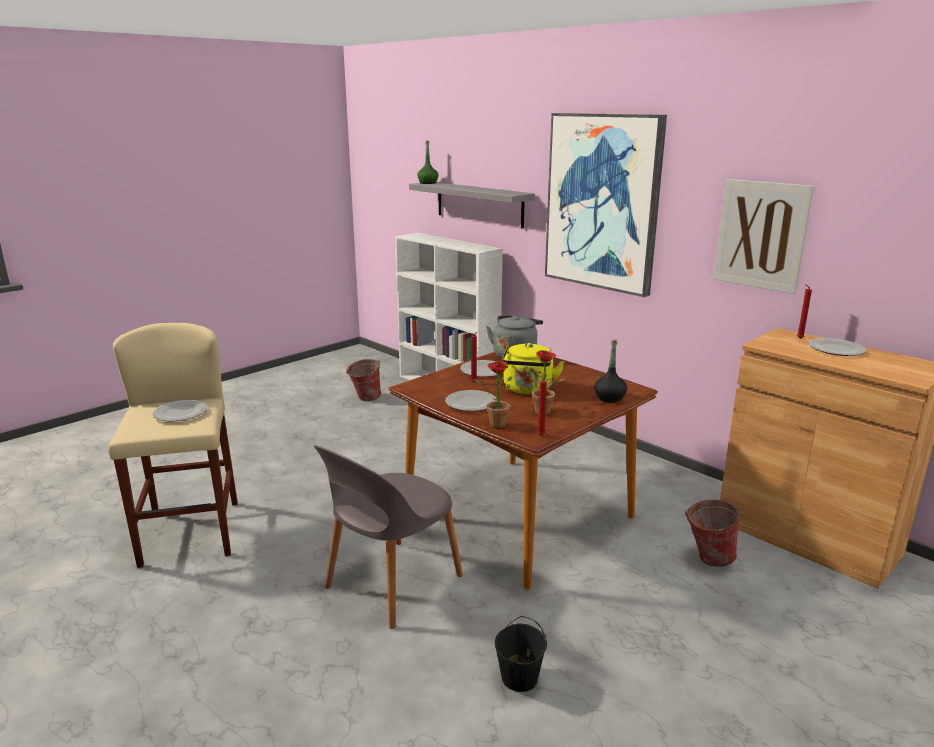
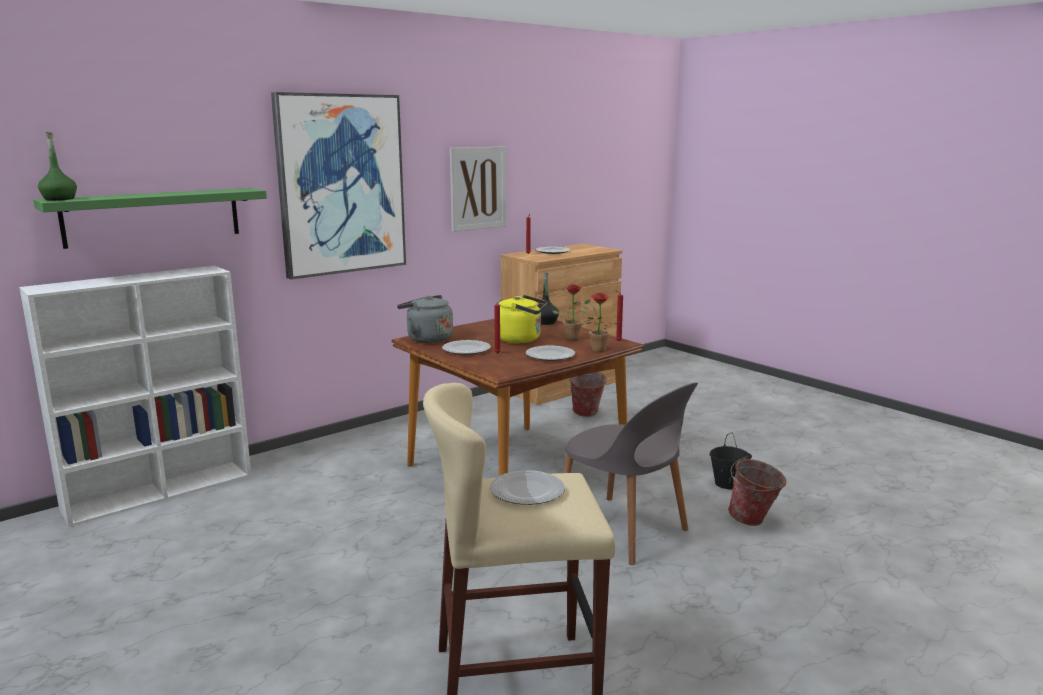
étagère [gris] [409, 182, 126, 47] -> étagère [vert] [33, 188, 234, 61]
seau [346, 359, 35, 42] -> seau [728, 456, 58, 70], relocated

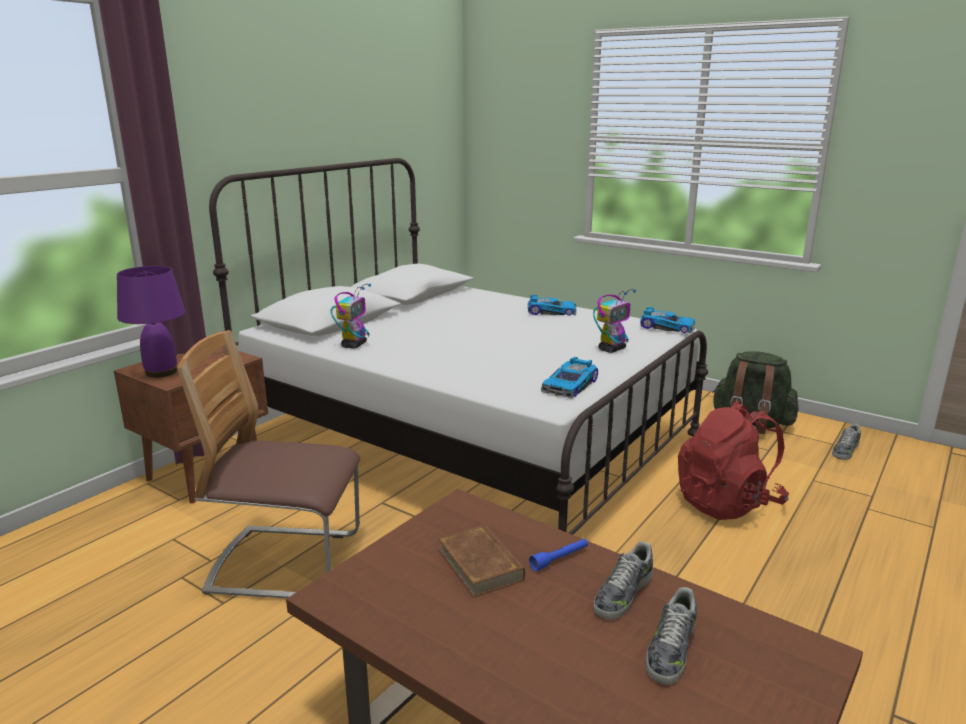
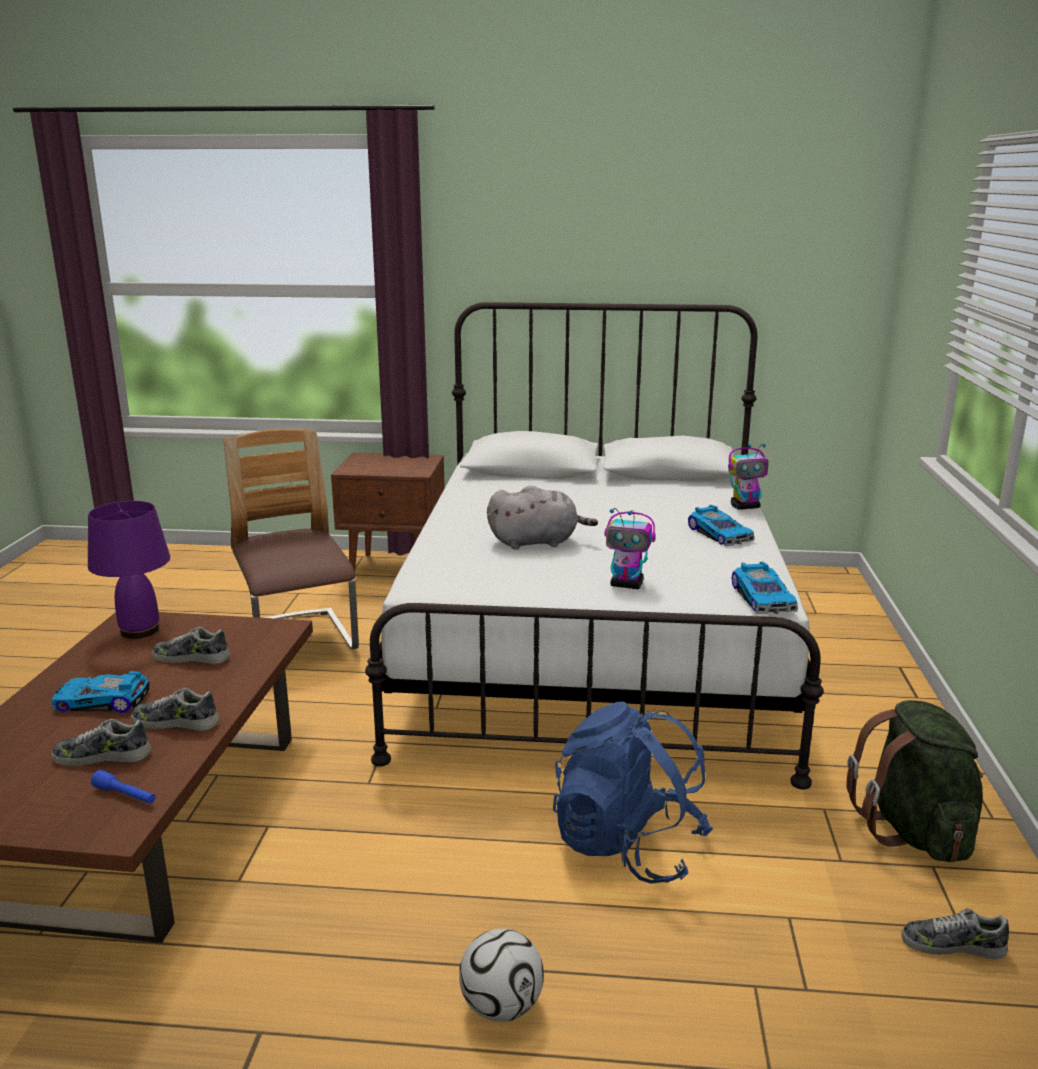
petite voiture [541, 357, 57, 42] -> petite voiture [51, 671, 98, 42], relocated
lampe de table [violet] [117, 266, 68, 112] -> lampe de table [violet] [88, 501, 82, 138], relocated
lampe de poche [bleu] [529, 539, 59, 32] -> lampe de poche [bleu] [91, 770, 64, 34], relocated
livre [marron] [438, 525, 87, 73] -> chaussure [152, 627, 78, 37]
none -> ballon de foot [459, 929, 85, 93]
none -> peluche [gris] [487, 486, 111, 63]
sac à dos [rouge] [678, 401, 111, 119] -> sac à dos [bleu] [553, 701, 160, 183]
robot jouet [331, 284, 40, 64] -> robot jouet [728, 444, 40, 66], relocated

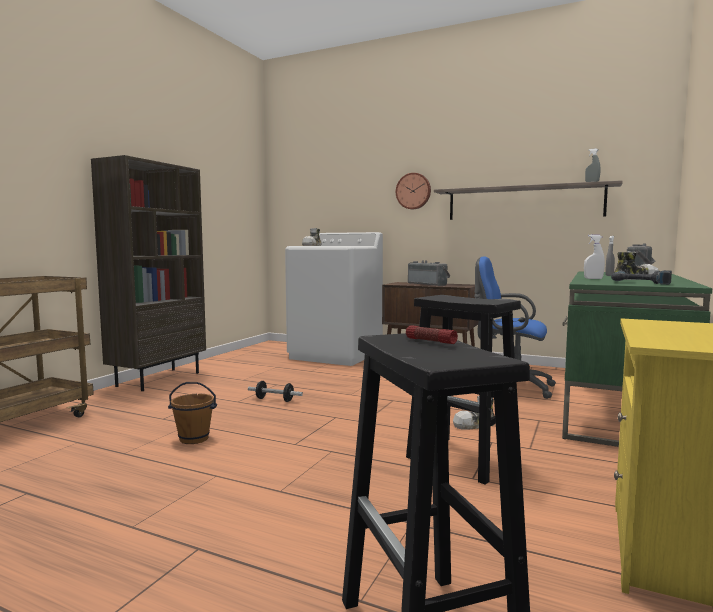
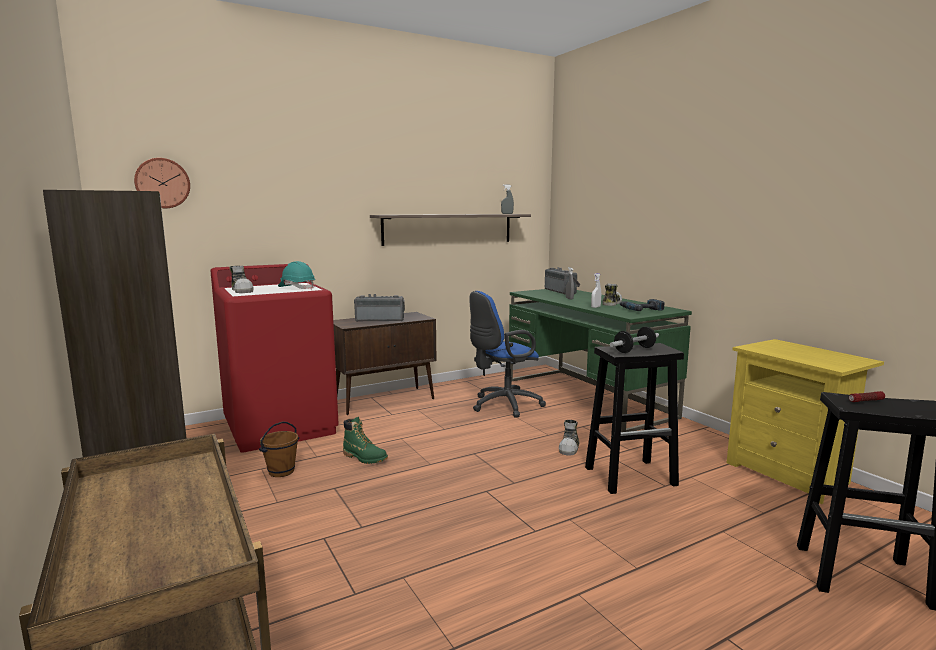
horloge murale [396, 173, 35, 36] -> horloge murale [134, 158, 56, 50], relocated
lave-linge [blanc] [285, 232, 98, 134] -> lave-linge [rouge] [210, 264, 129, 189]
seau [marron] [168, 382, 49, 62] -> seau [marron] [259, 421, 40, 56], relocated
none -> casque de chantier [turquoise] [278, 261, 37, 28]
none -> botte [vert] [343, 417, 45, 47]
haltère [248, 381, 55, 21] -> haltère [610, 327, 49, 26], relocated

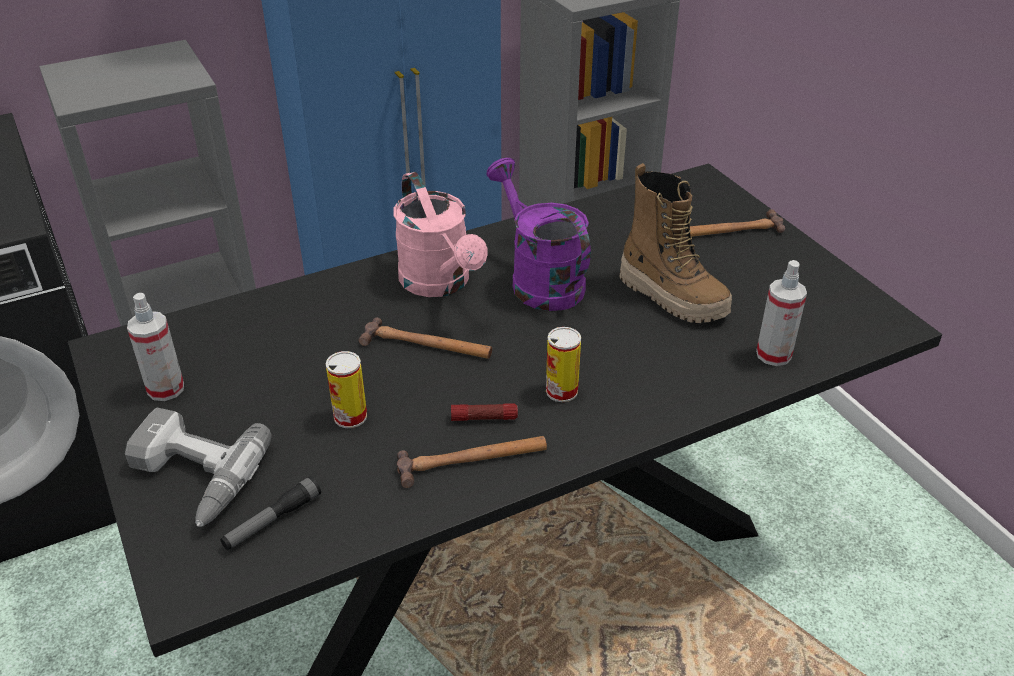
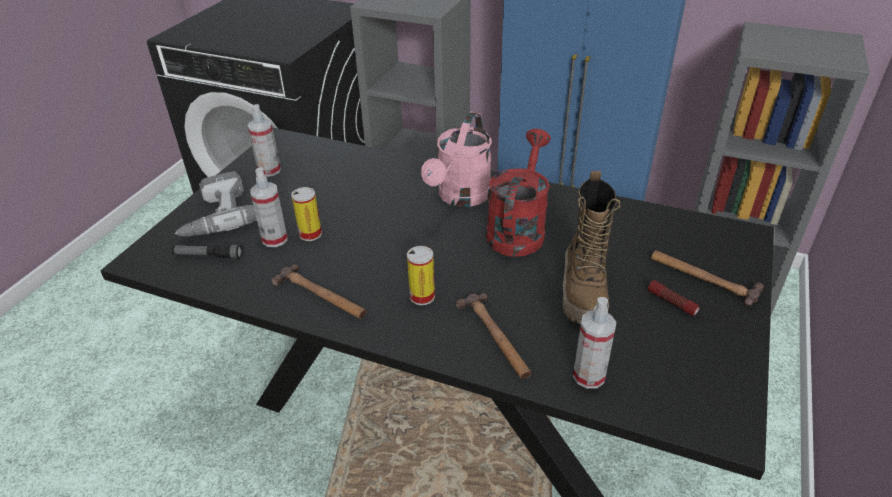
none -> vaporisateur [250, 167, 38, 80]
marteau [358, 318, 134, 41] -> marteau [456, 293, 75, 86], relocated
arrosoir [violet] [487, 158, 104, 153] -> arrosoir [rouge] [486, 129, 65, 128]
lampe de poche [451, 403, 67, 18] -> lampe de poche [648, 280, 51, 36], relocated

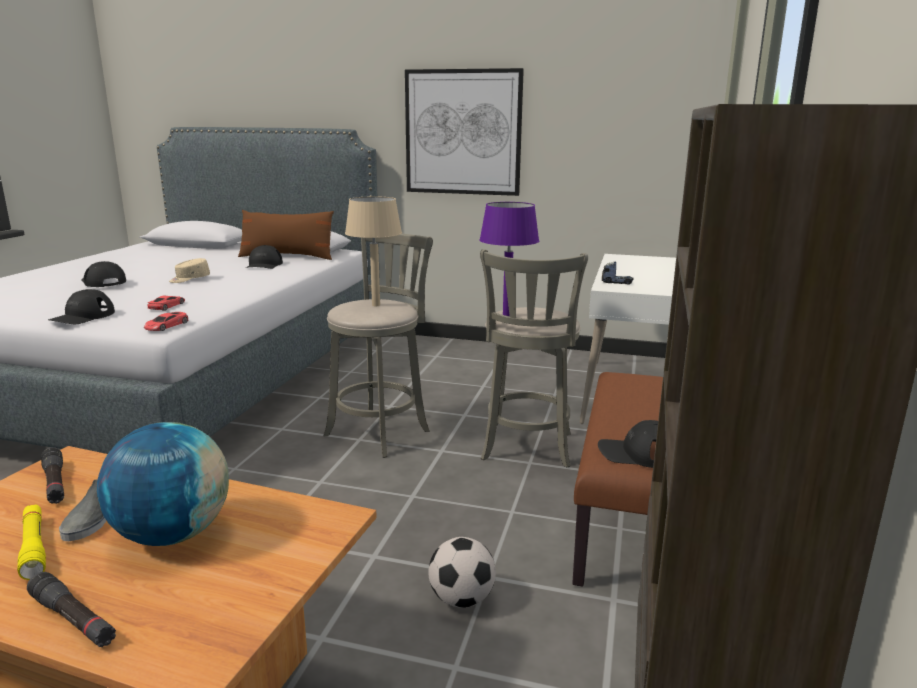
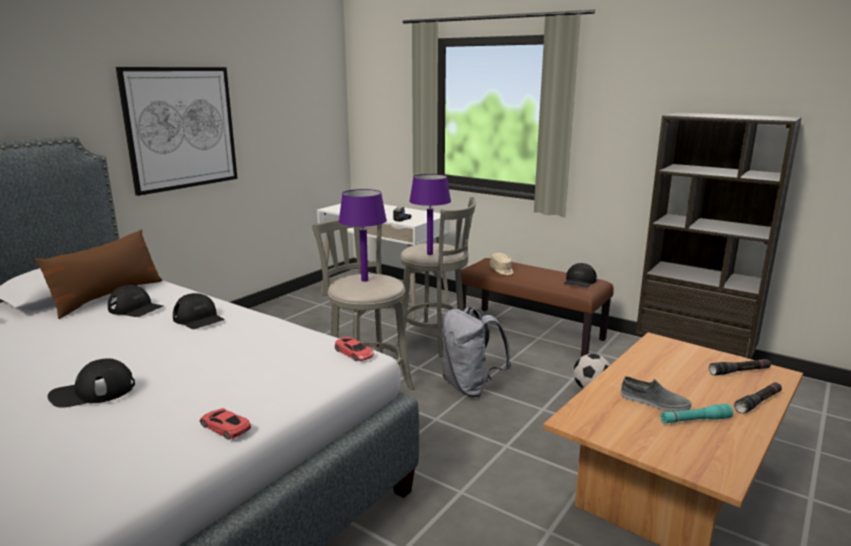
casquette [noir] [48, 289, 67, 35] -> casquette [noir] [173, 293, 52, 36], relocated
petite voiture [rouge] [147, 296, 38, 15] -> petite voiture [rouge] [200, 408, 51, 32], relocated
lampe de table [beige] [345, 196, 57, 110] -> lampe de table [violet] [339, 189, 48, 93]
none -> sac à dos [gris] [441, 307, 70, 90]
casquette [beige] [169, 258, 41, 25] -> casquette [beige] [490, 253, 23, 22], relocated
lampe de poche [jaune] [17, 504, 29, 76] -> lampe de poche [turquoise] [660, 404, 73, 19]
lampe de poche [noir] [41, 447, 23, 57] -> lampe de poche [noir] [709, 359, 62, 16], relocated
globe [97, 422, 132, 124] -> none

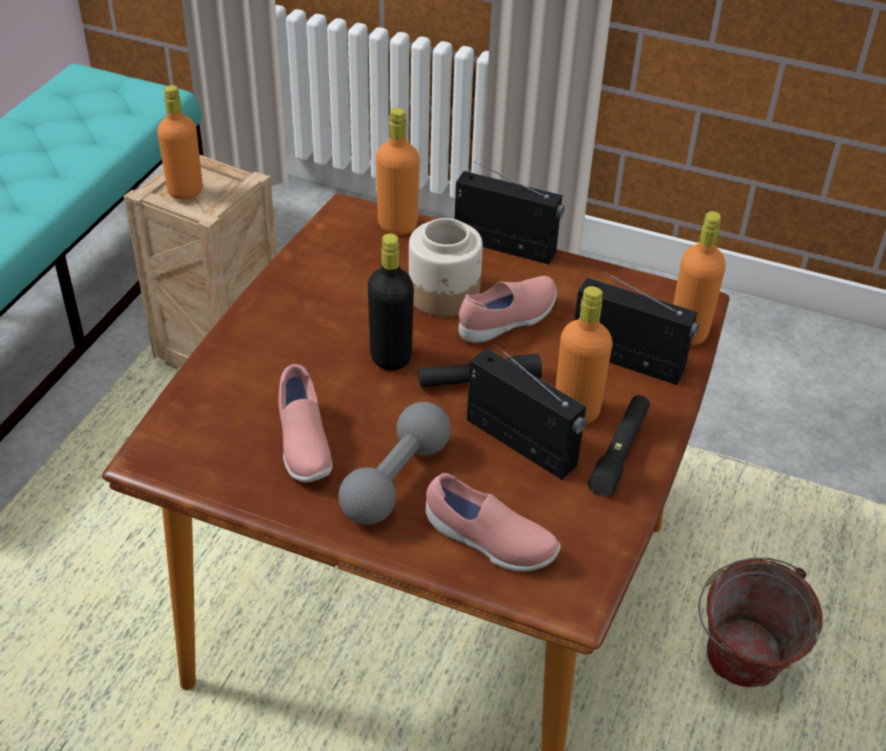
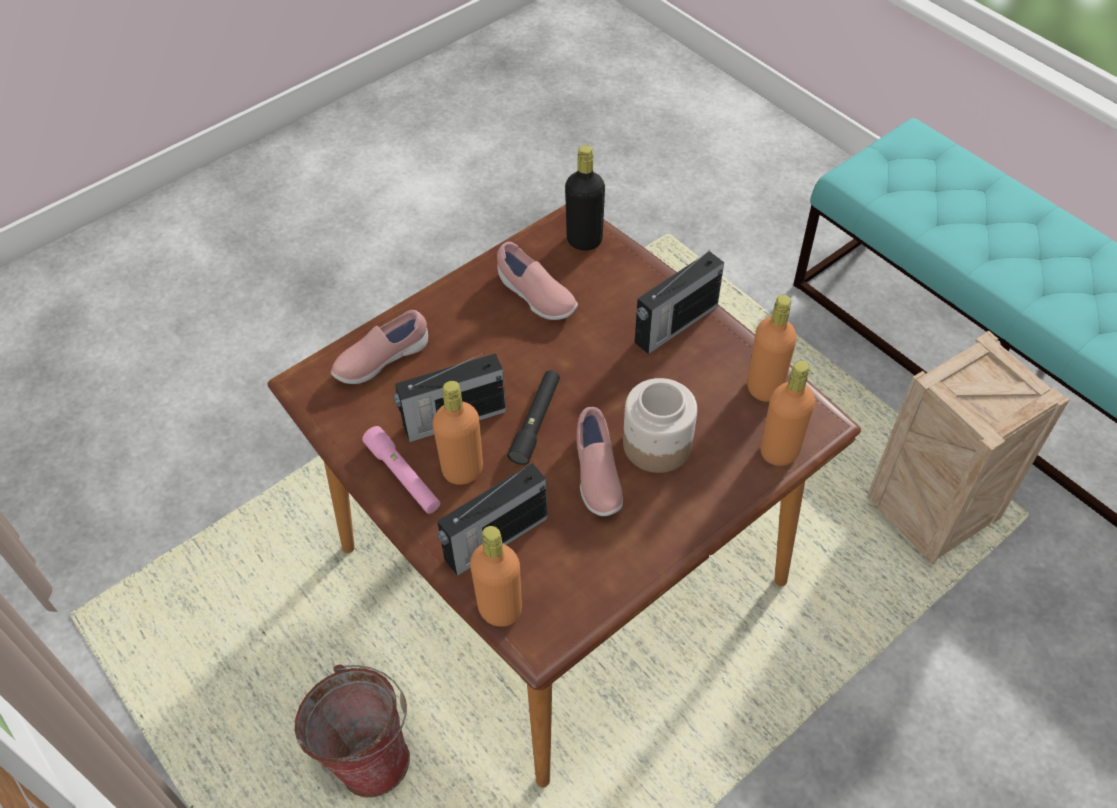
lampe de poche [noir] [588, 395, 62, 102] -> lampe de poche [rose] [362, 426, 78, 88]
chaussure [rose] [279, 364, 54, 119] -> chaussure [rose] [497, 242, 81, 78], 150 degrees counterclockwise
bouteille [noir] [368, 233, 46, 138] -> bouteille [noir] [565, 145, 40, 106], relocated
radio [455, 162, 110, 102] -> radio [635, 250, 89, 104], relocated
bouteille [orange] [157, 85, 46, 115] -> bouteille [orange] [747, 295, 50, 107], relocated
haltère [gris] [338, 402, 113, 123] -> none

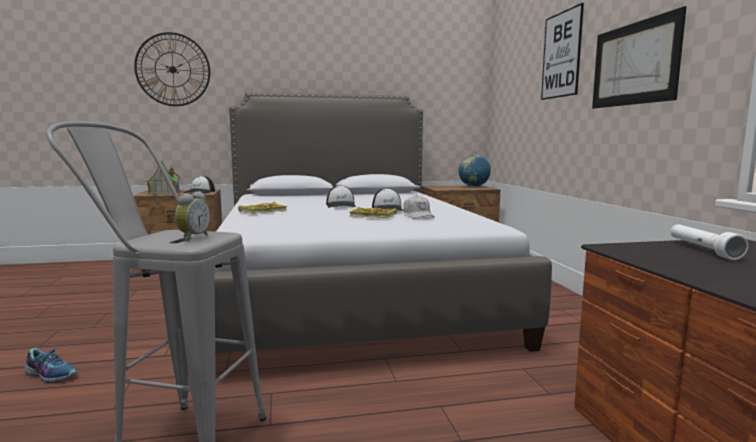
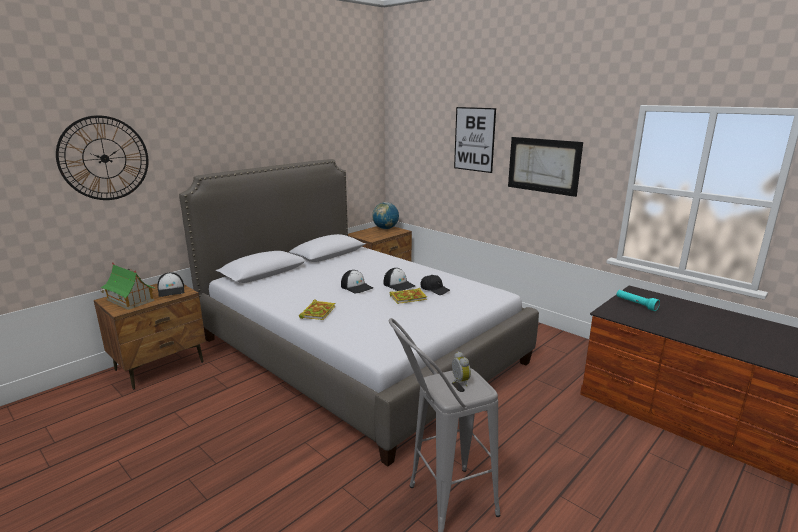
casquette [blanc] [403, 195, 32, 24] -> casquette [noir] [420, 275, 30, 20]
lampe de poche [blanc] [671, 224, 78, 36] -> lampe de poche [turquoise] [616, 290, 44, 21]
chaussure [24, 345, 54, 38] -> none

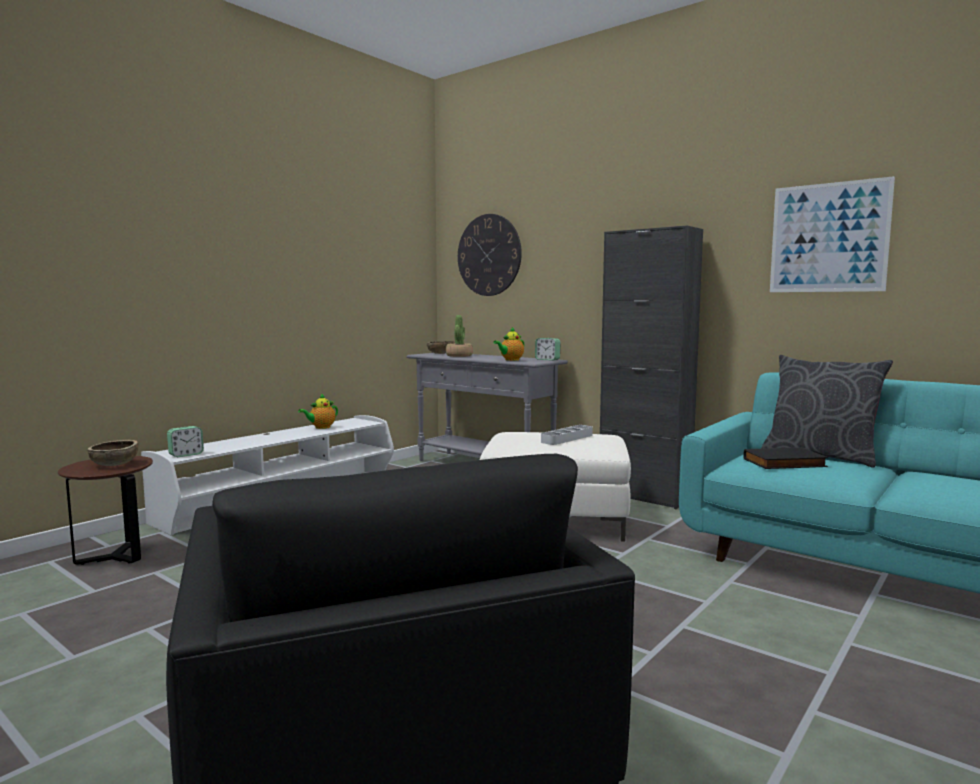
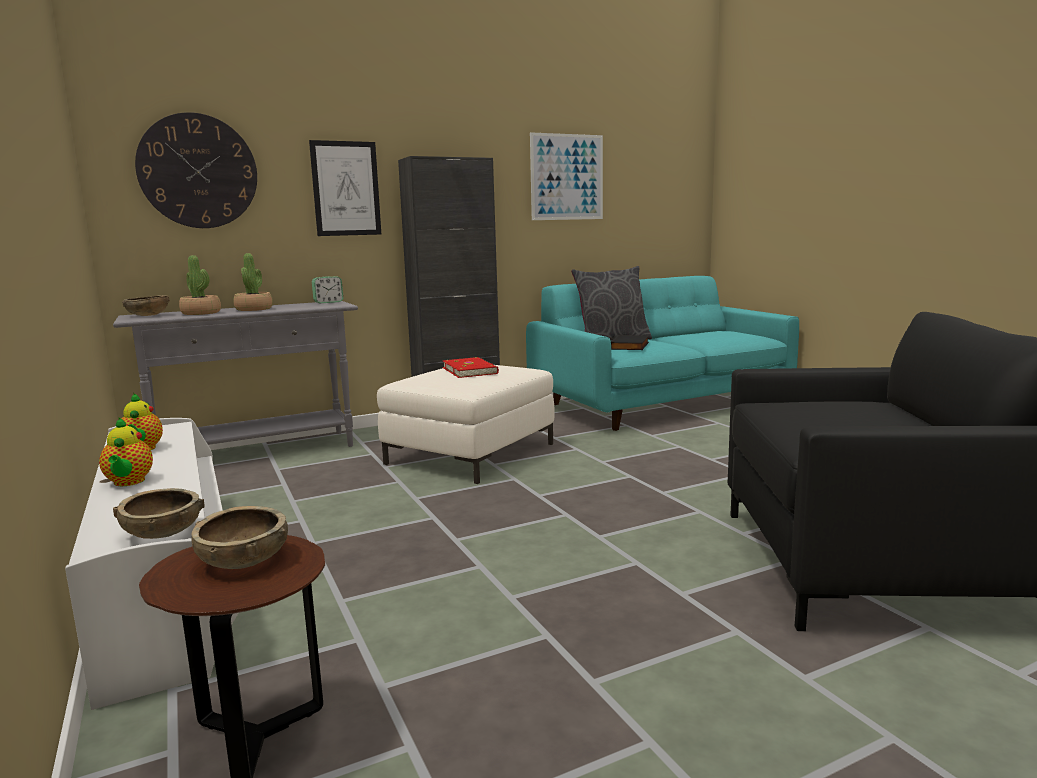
théière [493, 327, 31, 34] -> théière [99, 417, 54, 69], relocated
réveil [167, 426, 37, 31] -> bol [marron] [113, 488, 92, 51]
none -> plante en pot [233, 253, 40, 58]
none -> tableau [309, 140, 72, 96]
plateau [gris] [541, 425, 52, 20] -> livre [rouge] [443, 357, 56, 21]

